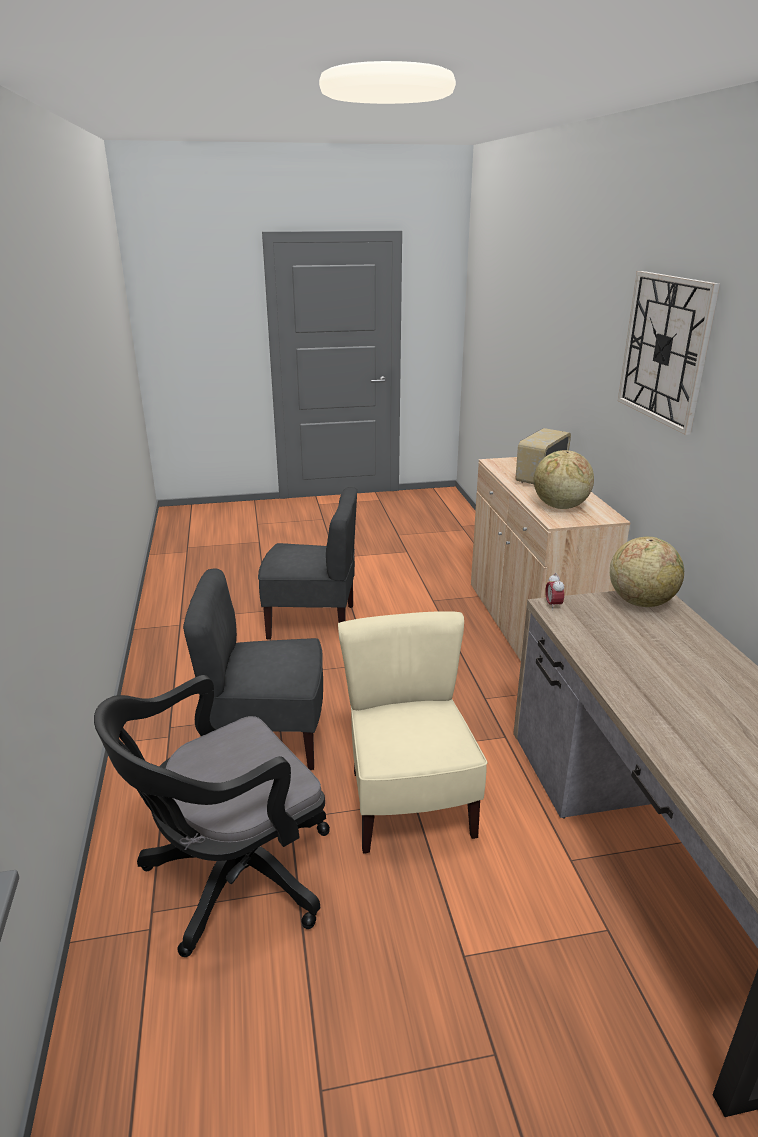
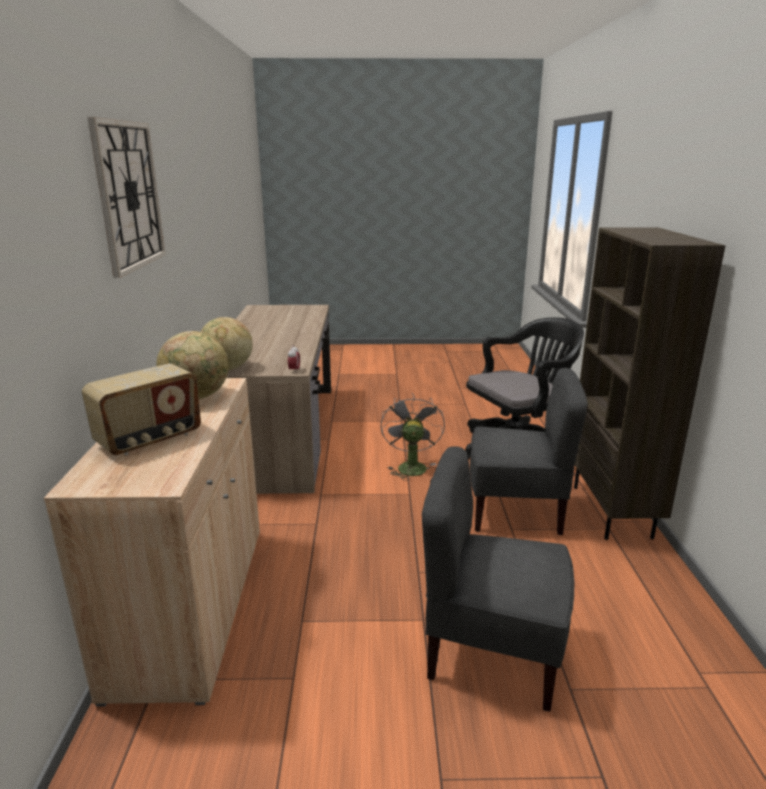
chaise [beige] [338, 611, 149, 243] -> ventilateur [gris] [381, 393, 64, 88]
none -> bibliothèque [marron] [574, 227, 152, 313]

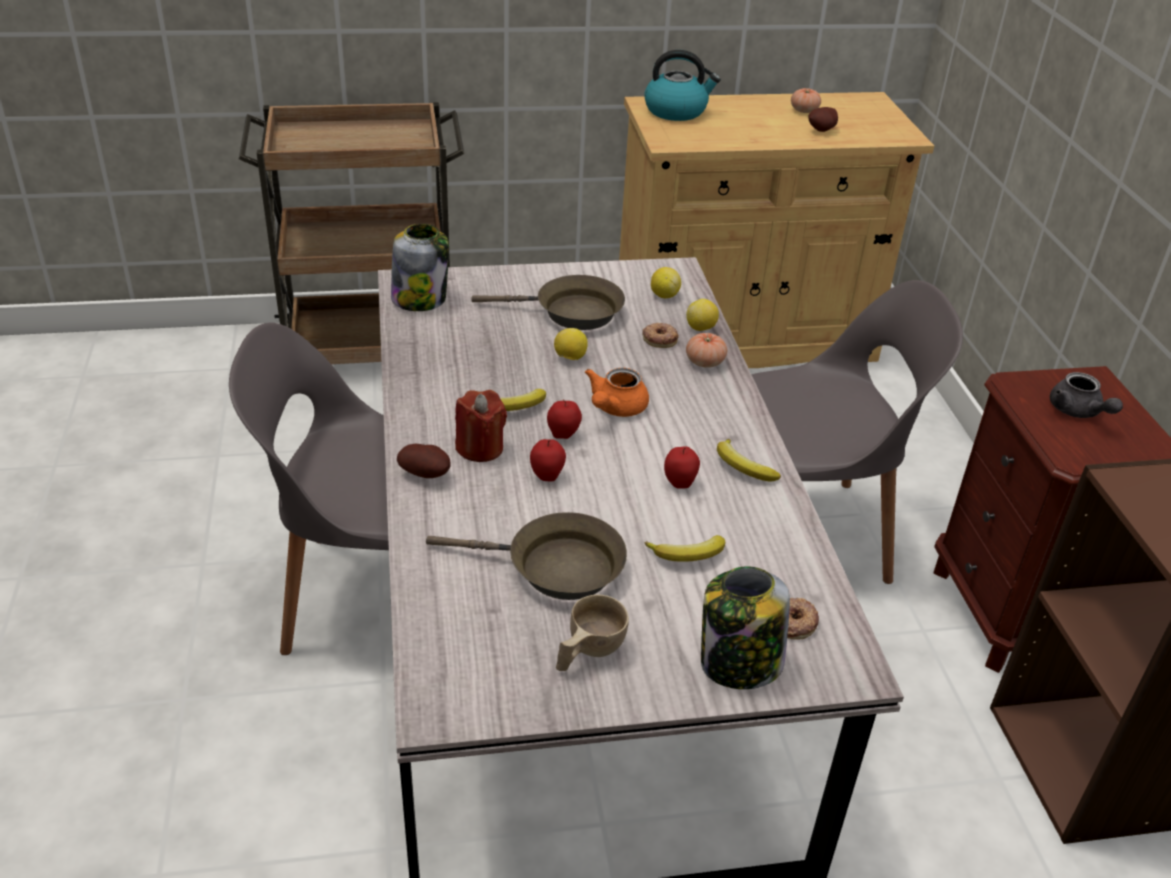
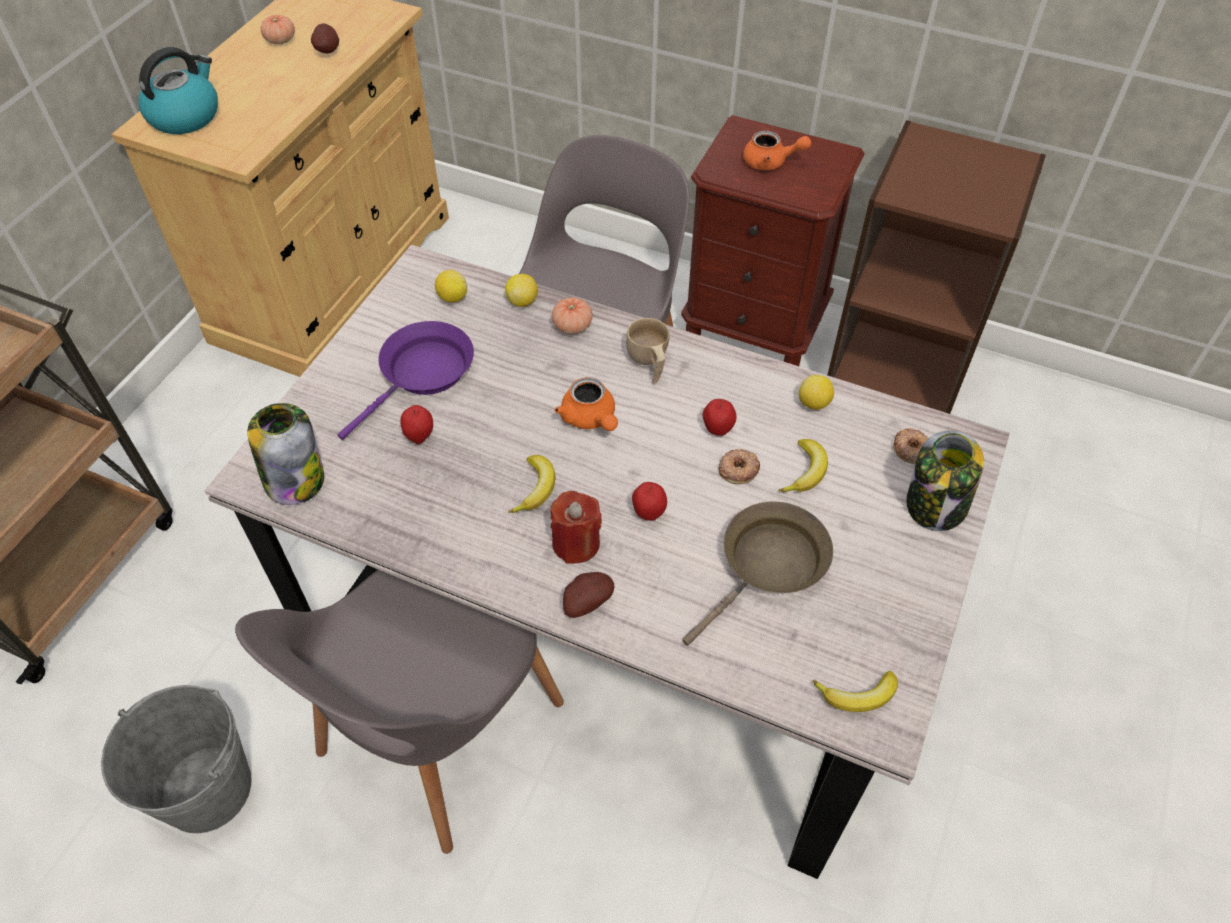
none -> seau [gris] [101, 685, 151, 148]
poêle [marron] [471, 275, 154, 55] -> poêle [violet] [338, 321, 136, 119]
pomme [547, 399, 35, 40] -> pomme [400, 405, 33, 39], relocated
tasse [beige] [556, 595, 73, 76] -> tasse [beige] [626, 318, 44, 66], relocated
beignet [642, 323, 37, 25] -> beignet [719, 449, 41, 35], relocated
théière [gris] [1050, 372, 73, 46] -> théière [orange] [743, 131, 68, 39]
citron [554, 328, 34, 32] -> citron [799, 375, 35, 35], relocated
banane [717, 439, 64, 42] -> banane [813, 671, 85, 41], relocated

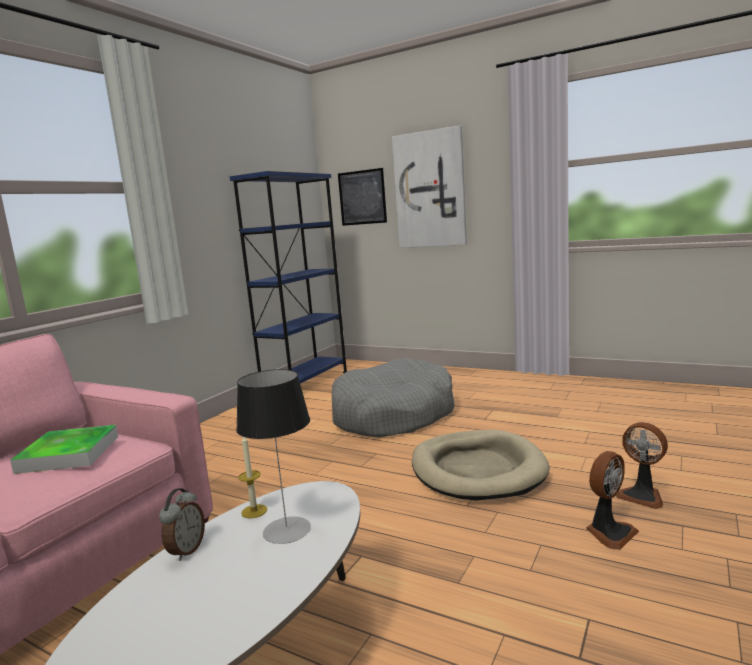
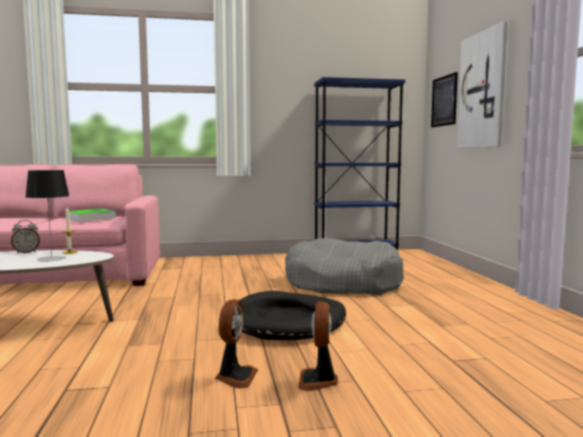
ventilateur [586, 451, 53, 99] -> ventilateur [215, 299, 43, 90], 90 degrees counterclockwise
panier pour chien [beige] [412, 430, 138, 71] -> panier pour chien [noir] [239, 291, 107, 49]

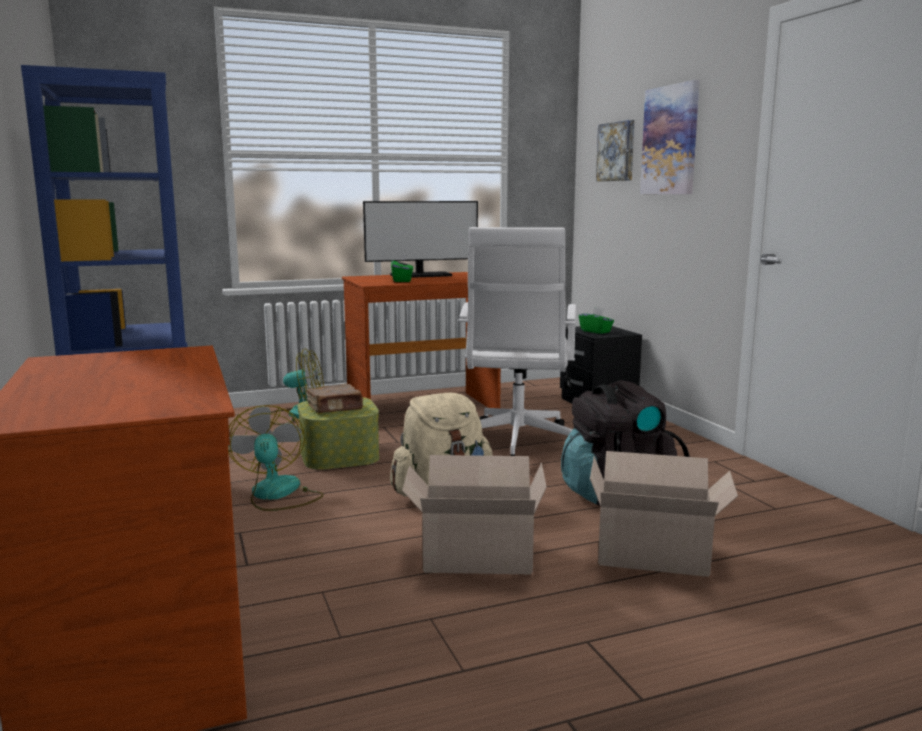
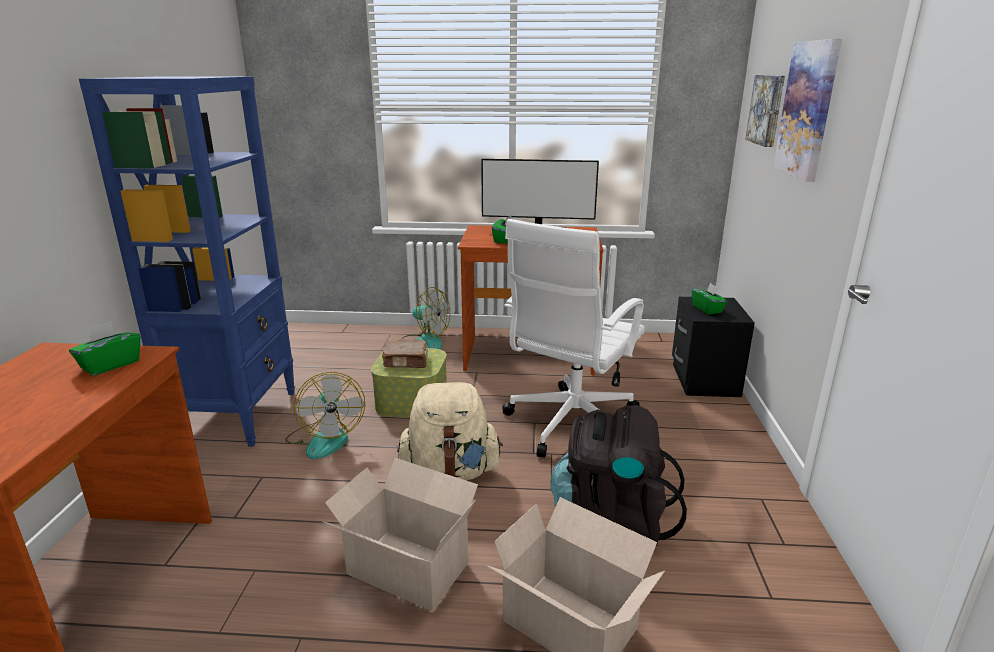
none -> boîte à mouchoirs [vert] [69, 321, 71, 55]
ventilateur [228, 405, 96, 106] -> ventilateur [285, 372, 80, 87], 150 degrees clockwise

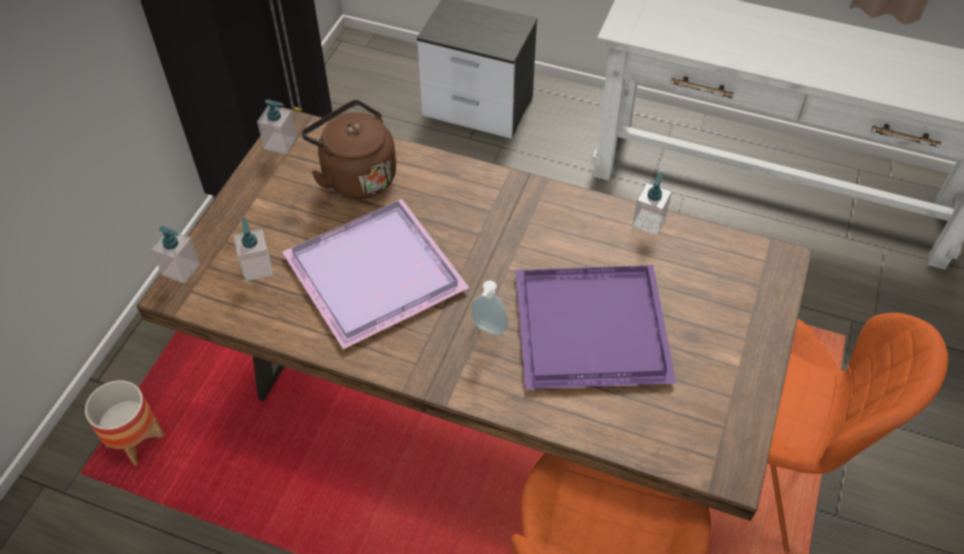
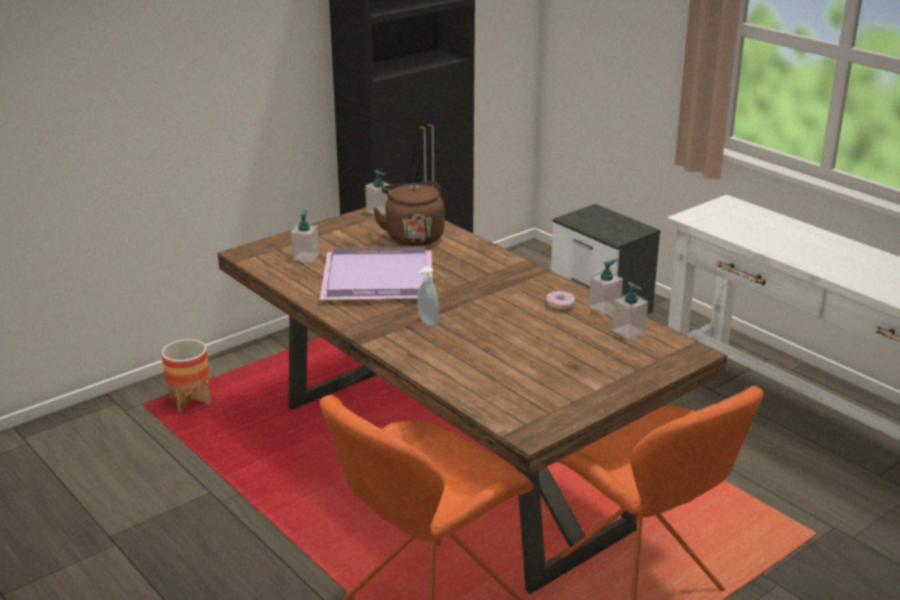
none -> beignet [546, 291, 29, 19]
distributeur de savon [151, 226, 49, 58] -> distributeur de savon [612, 282, 36, 58], relocated
plateau [violet] [515, 265, 161, 124] -> none

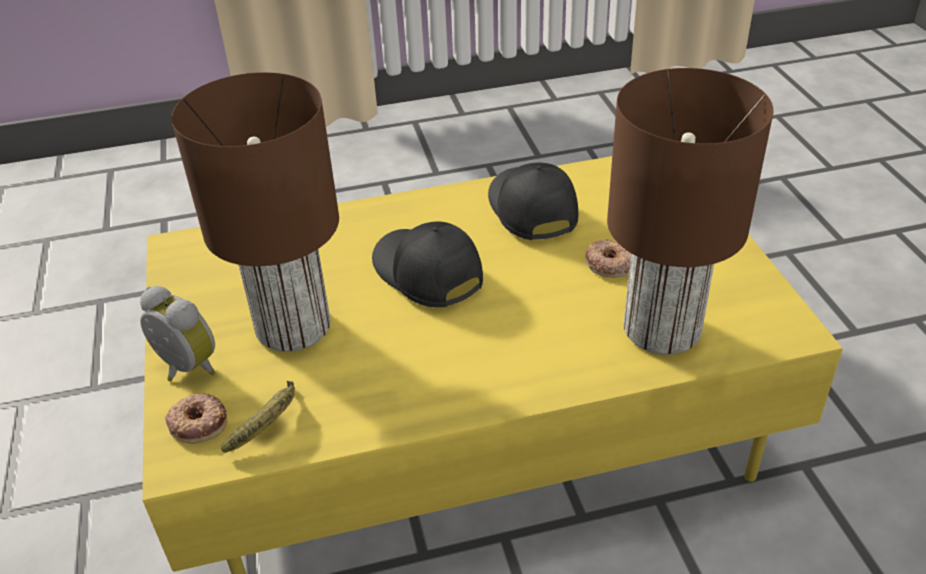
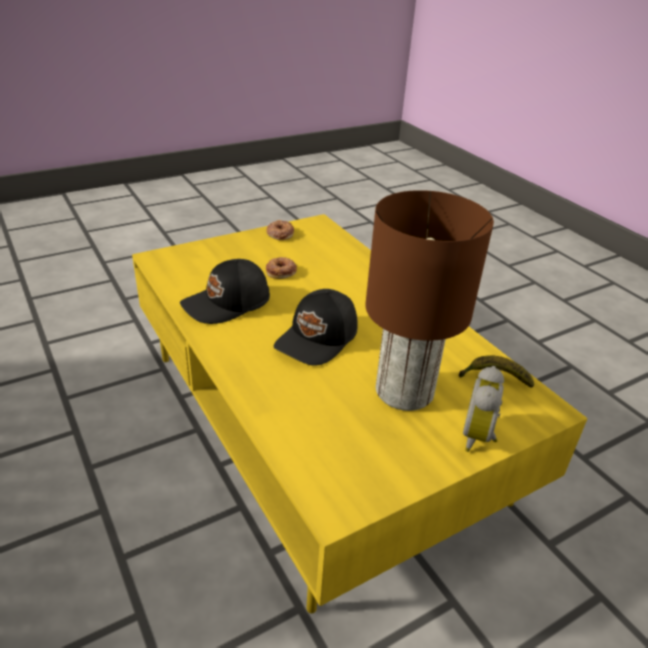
beignet [165, 393, 62, 51] -> beignet [266, 220, 28, 20], relocated
lampe de table [marron] [607, 68, 167, 287] -> none

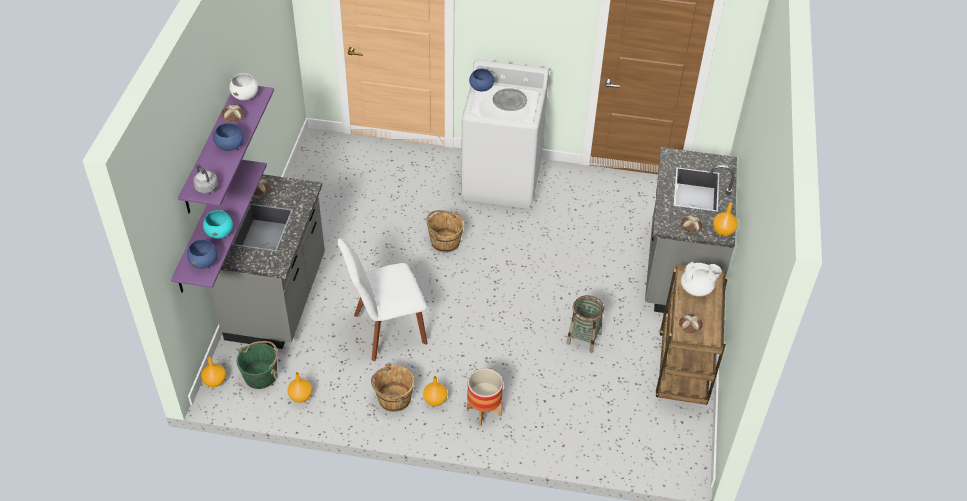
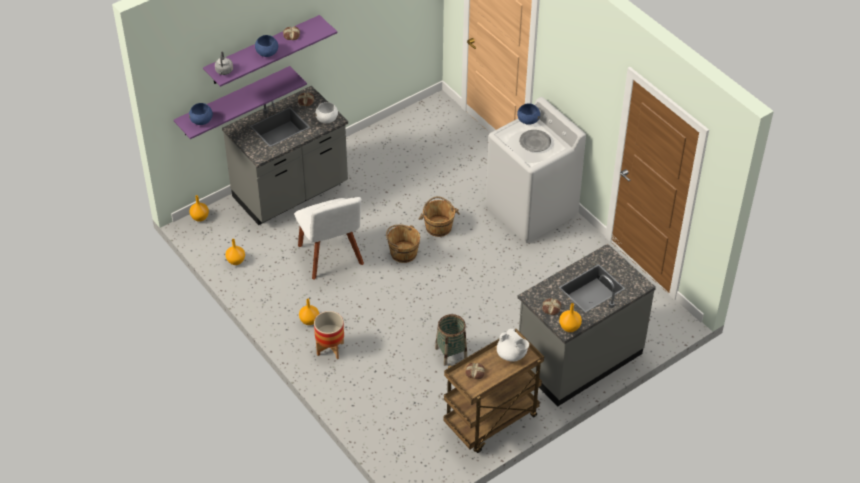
chaise [blanc] [337, 238, 90, 123] -> chaise [blanc] [294, 197, 70, 83], 135 degrees counterclockwise
bol [blanc] [230, 73, 28, 27] -> bol [blanc] [315, 102, 23, 21], relocated
seau [marron] [371, 363, 43, 49] -> seau [marron] [386, 225, 34, 38], relocated
bol [turquoise] [203, 210, 30, 29] -> none
seau [vert] [237, 341, 41, 48] -> none

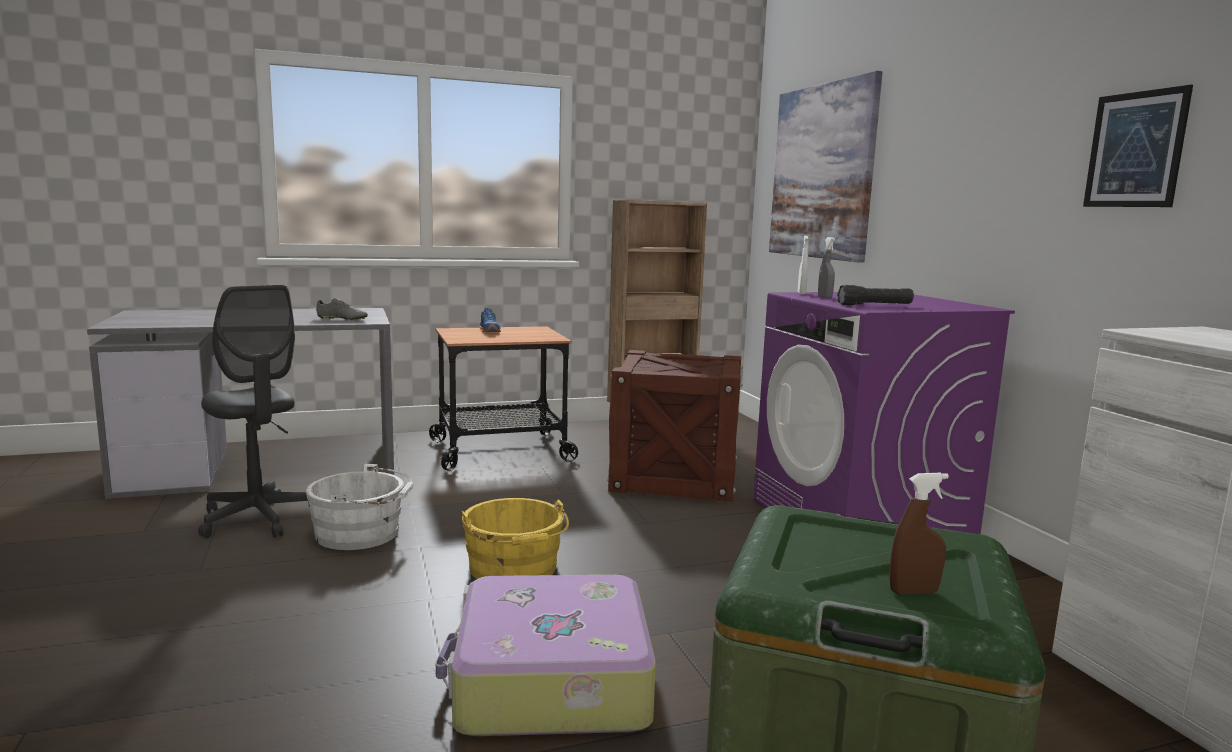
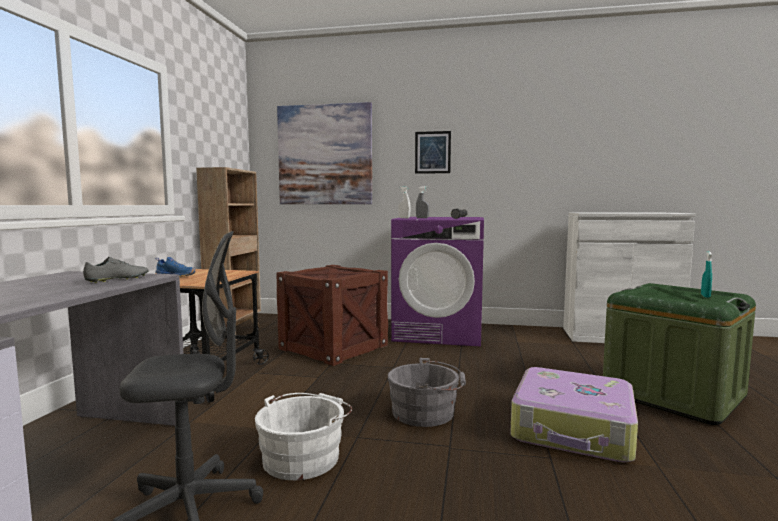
seau [jaune] [462, 498, 107, 81] -> seau [gris] [388, 358, 78, 69]
tableau [1083, 85, 110, 122] -> tableau [415, 131, 36, 43], relocated
vaporisateur [marron] [889, 473, 60, 122] -> vaporisateur [turquoise] [701, 251, 11, 47]

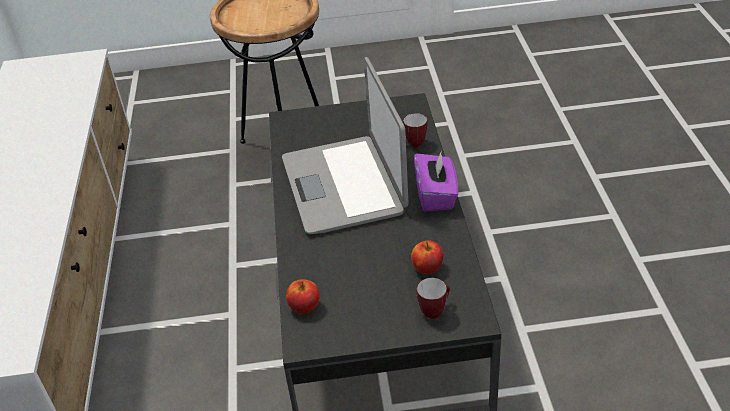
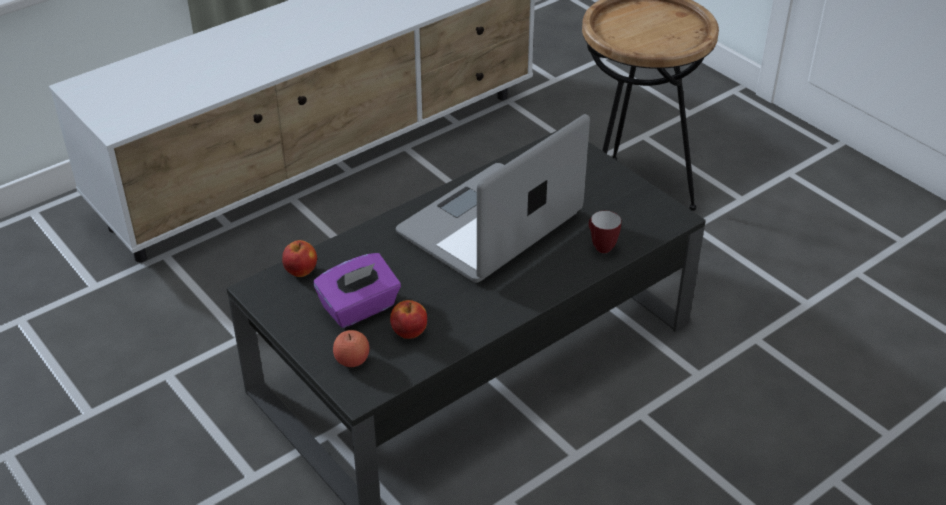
boîte à mouchoirs [violet] [414, 150, 44, 62] -> boîte à mouchoirs [violet] [313, 253, 88, 75], relocated
mug [417, 278, 33, 41] -> pomme [333, 330, 36, 37]

